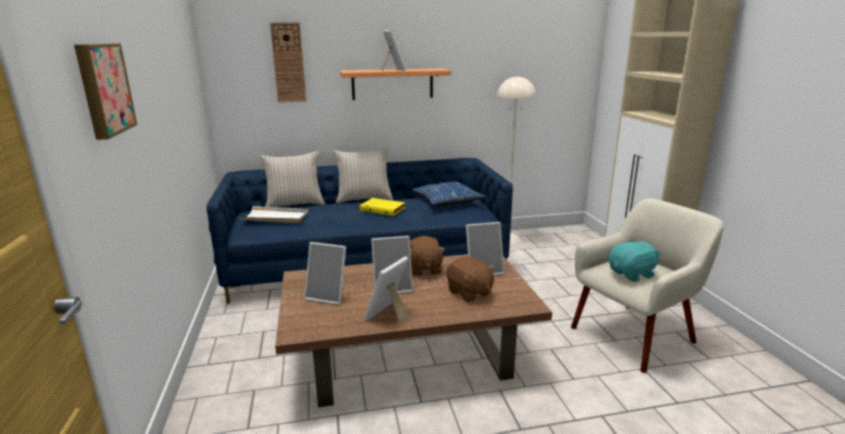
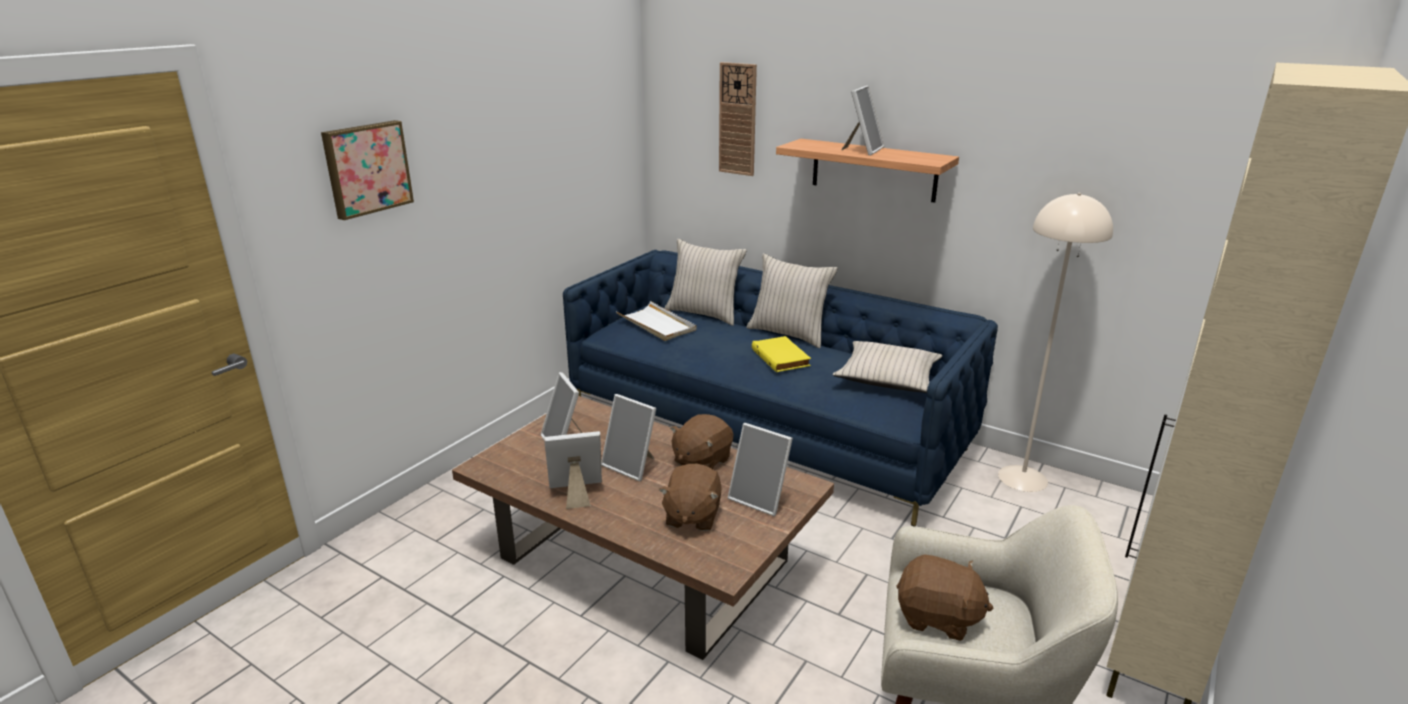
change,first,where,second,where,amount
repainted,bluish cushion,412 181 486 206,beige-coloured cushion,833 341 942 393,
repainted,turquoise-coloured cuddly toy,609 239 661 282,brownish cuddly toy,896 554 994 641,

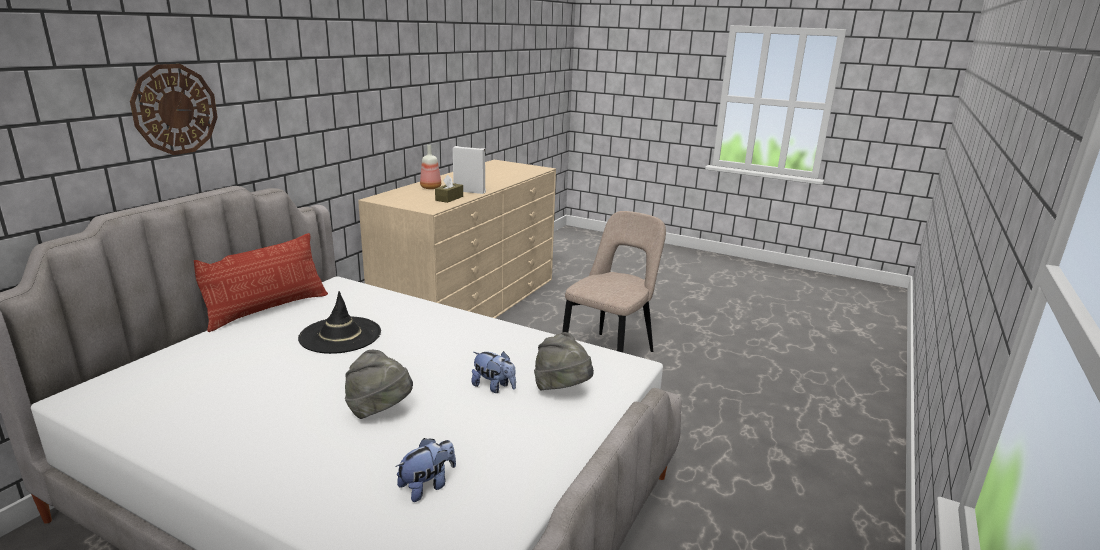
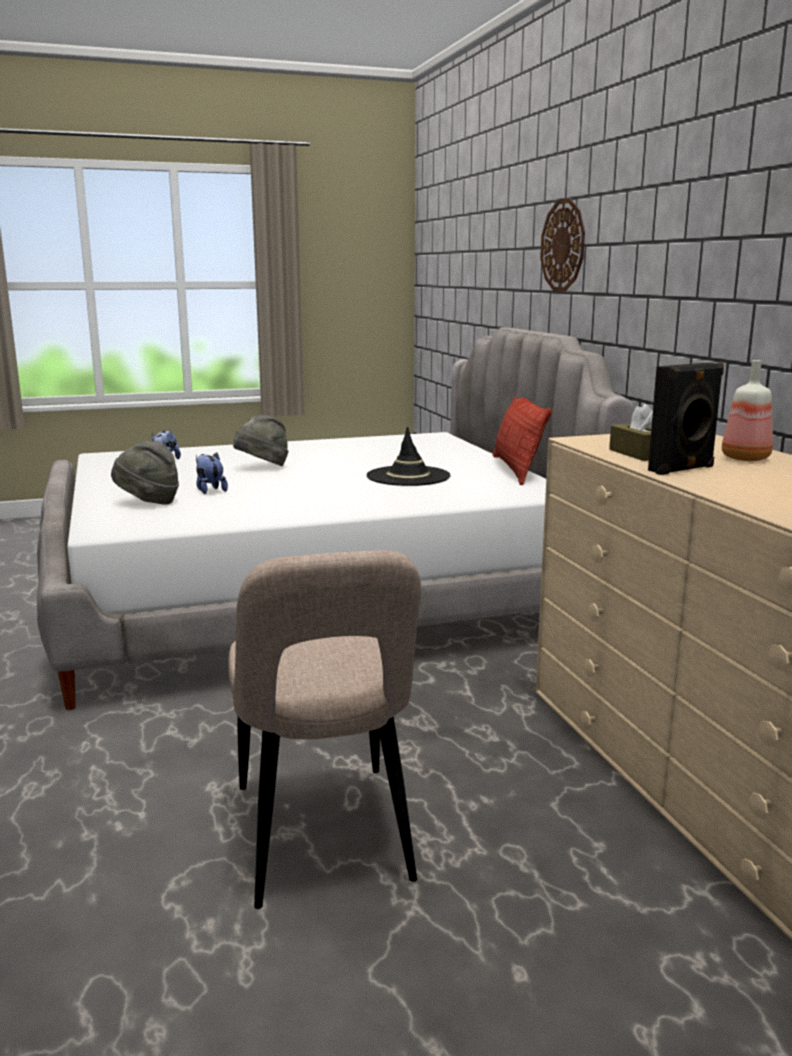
change,first,where,second,where,amount
repainted,white-coloured audio speaker,453 146 486 194,black-coloured audio speaker,648 362 724 475,
rotated,cuddly toy,471 351 516 393,,196 452 228 494,75 degrees clockwise

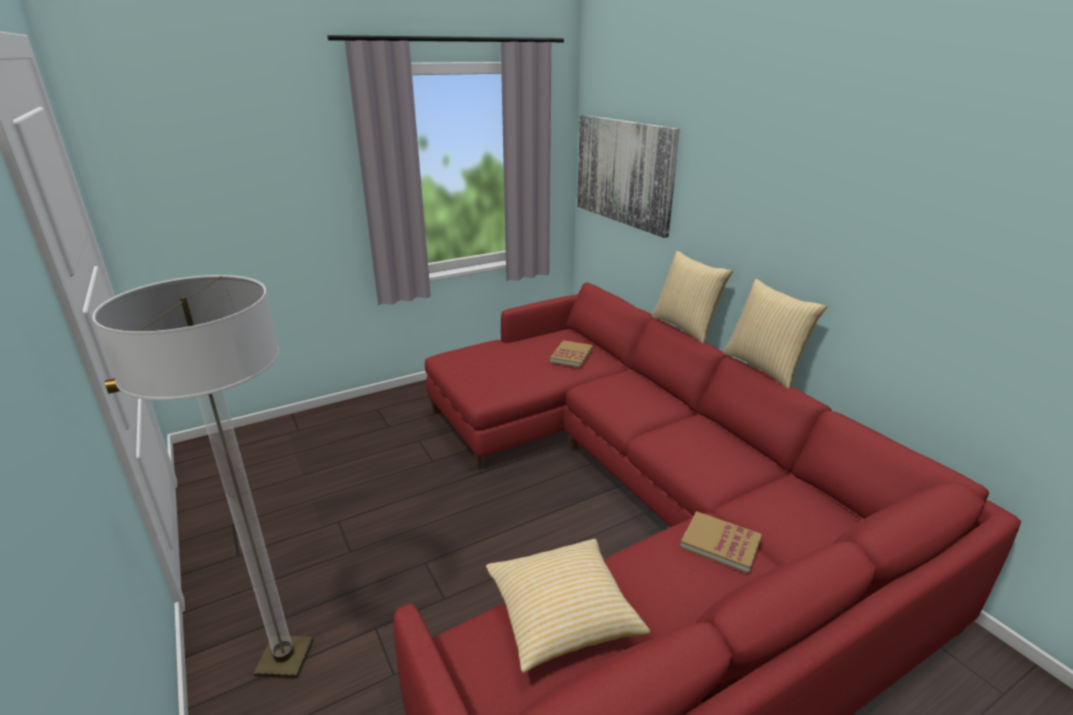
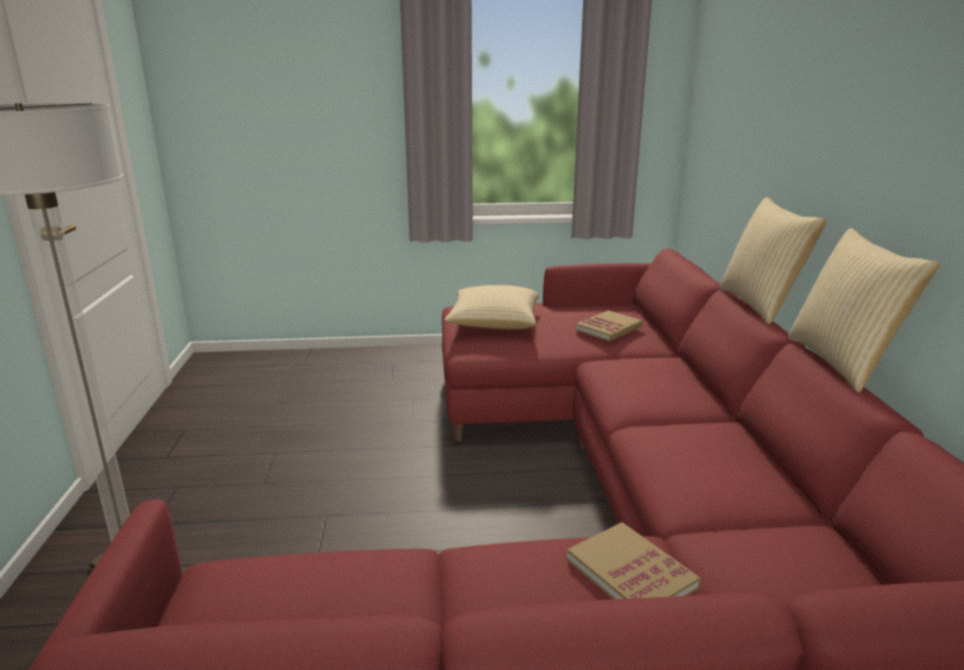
change,first,where,second,where,amount
gone,picture,577 115 680 238,,,
shifted,cushion,486 539 650 673,,444 285 539 330,

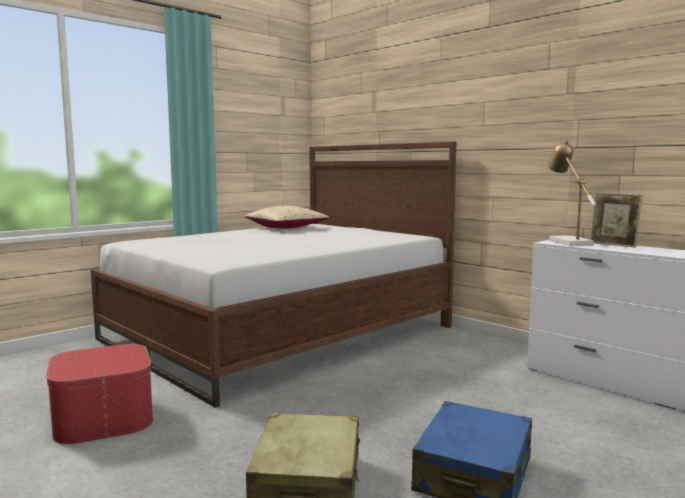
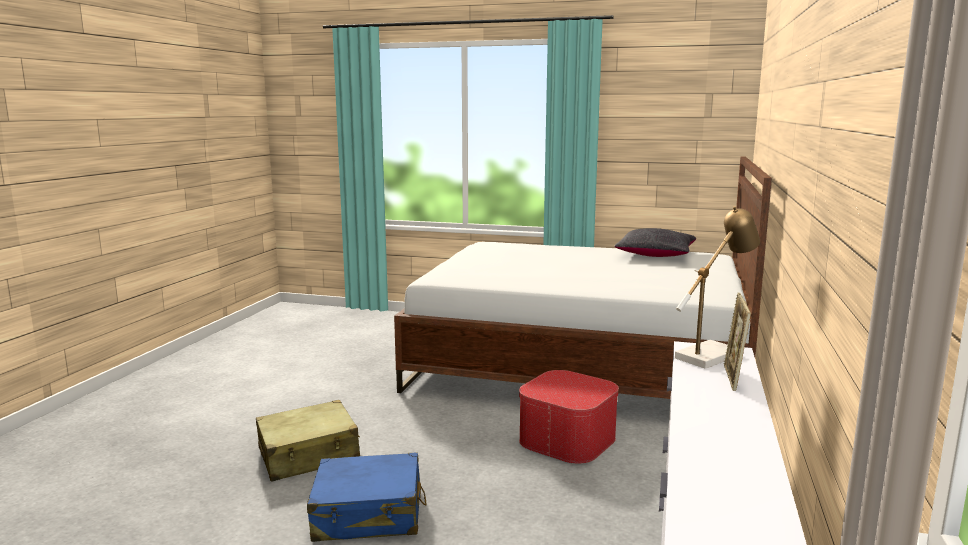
change,first,where,second,where,amount
shifted,ottoman,46 344 153 444,,519 370 619 464,
repainted,beige-coloured cushion,244 206 329 229,black-coloured cushion,614 228 696 257,

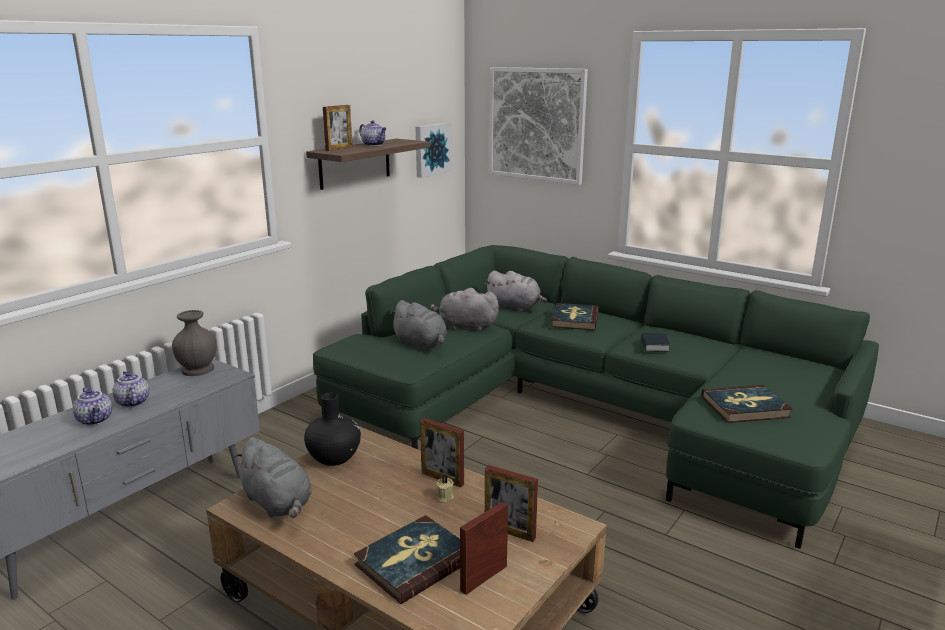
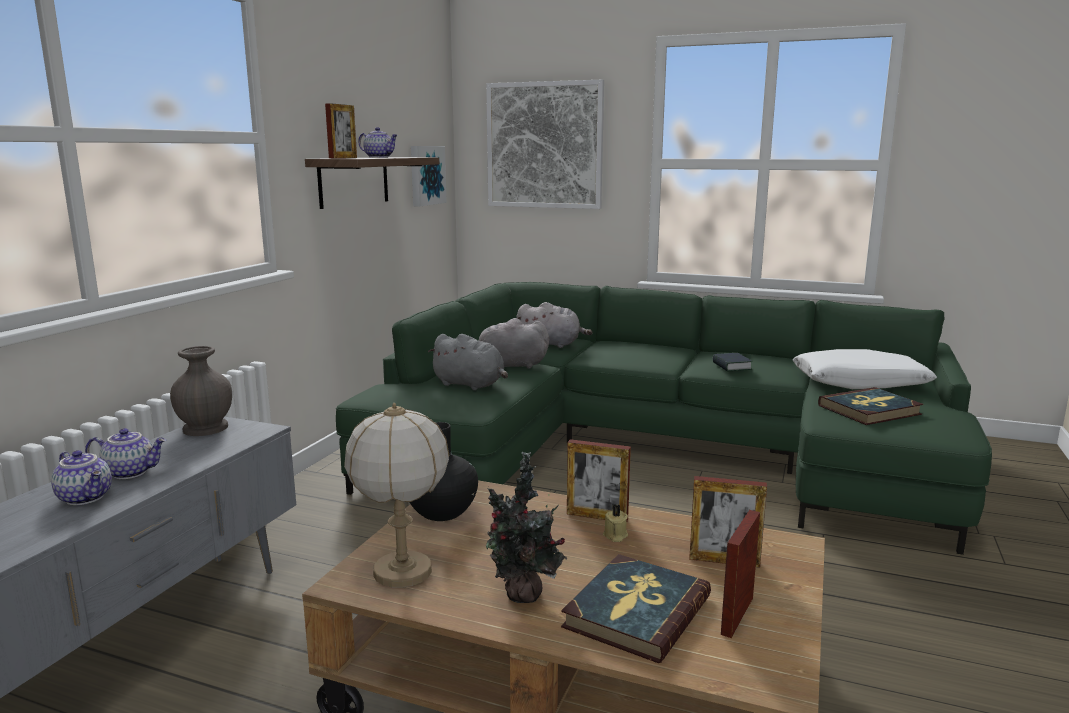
change,first,where,second,where,amount
gone,book,551 303 599 330,,,
new,,,potted plant,486 452 567 603,
new,,,white-coloured cushion,792 349 937 389,
swapped,greyish cuddly toy,234 437 312 518,table lamp,344 403 449 588,
rotated,tea pot,112 371 149 408,,85 428 166 479,135 degrees clockwise

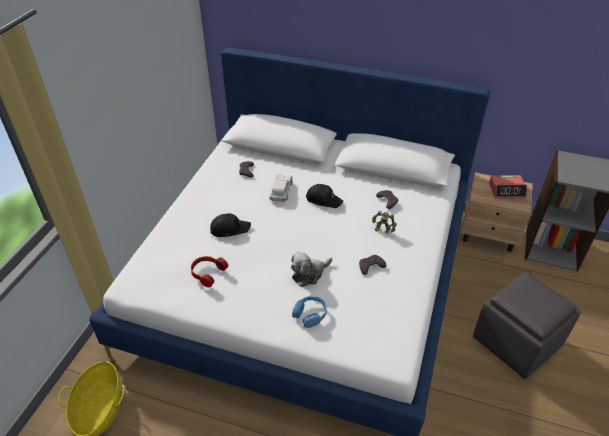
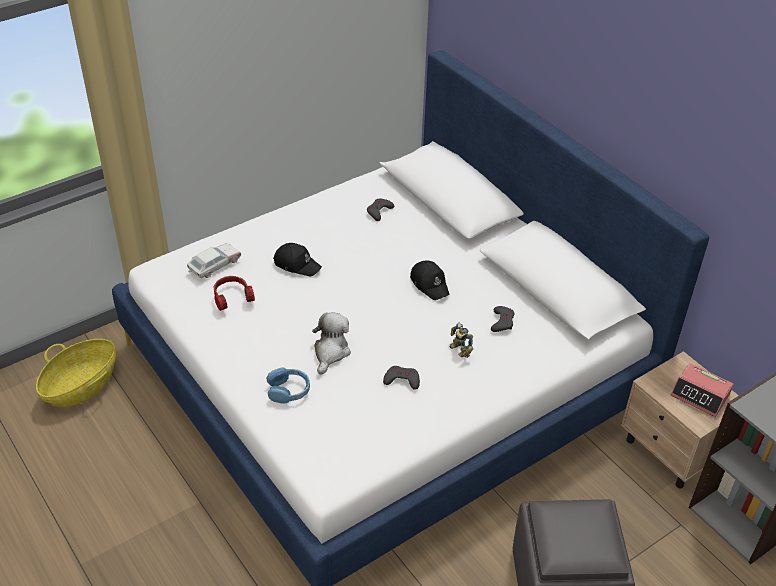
change,first,where,second,where,amount
shifted,miniature car,270 174 293 202,,187 243 241 278,
rotated,cuddly toy,291 252 332 287,,312 312 351 375,105 degrees clockwise

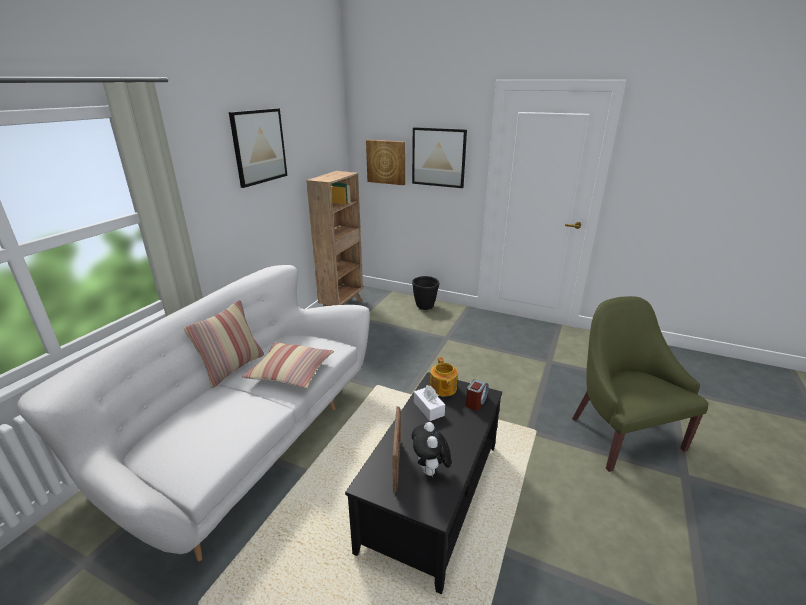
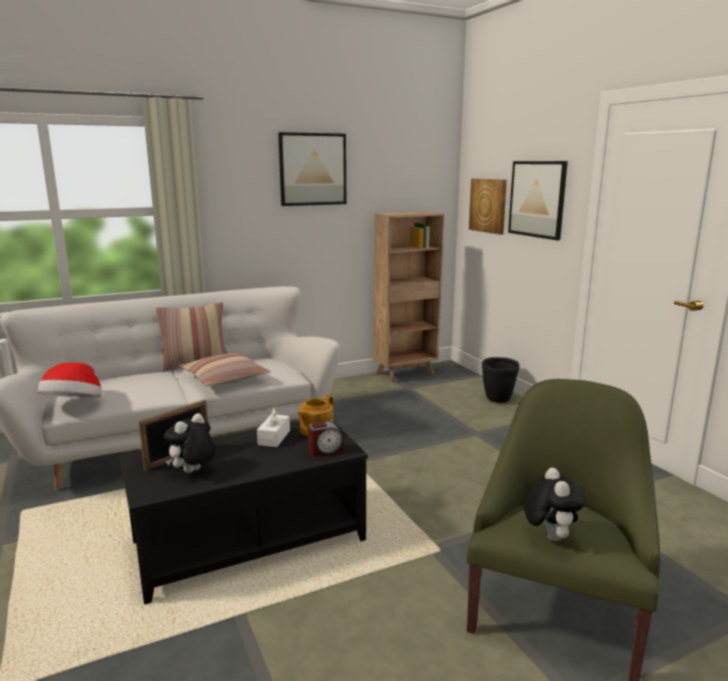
change,first,where,second,where,amount
new,,,wearable hat,37 363 102 397,
new,,,cuddly toy,524 468 585 541,

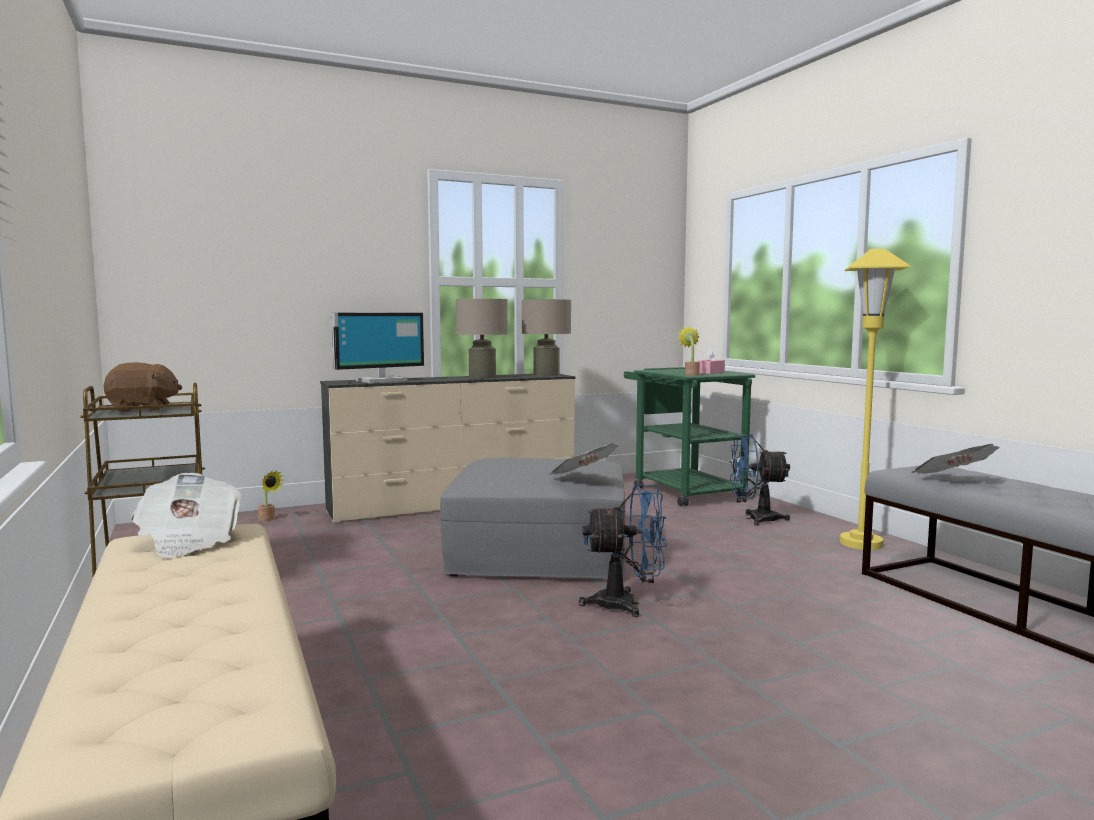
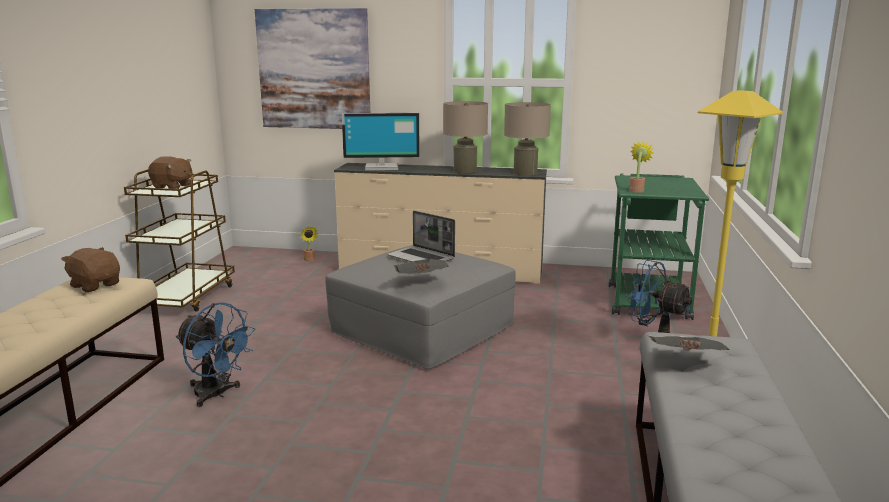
change,first,where,second,where,amount
gone,pink tissue holder,697 348 725 374,,,
new,,,picture,255 8 370 129,
new,,,notebook computer,387 211 455 262,
shifted,bluish cooling fan,579 484 667 617,,175 303 255 407,
swapped,printed paper,131 473 242 558,brownish cuddly toy,61 247 120 292,

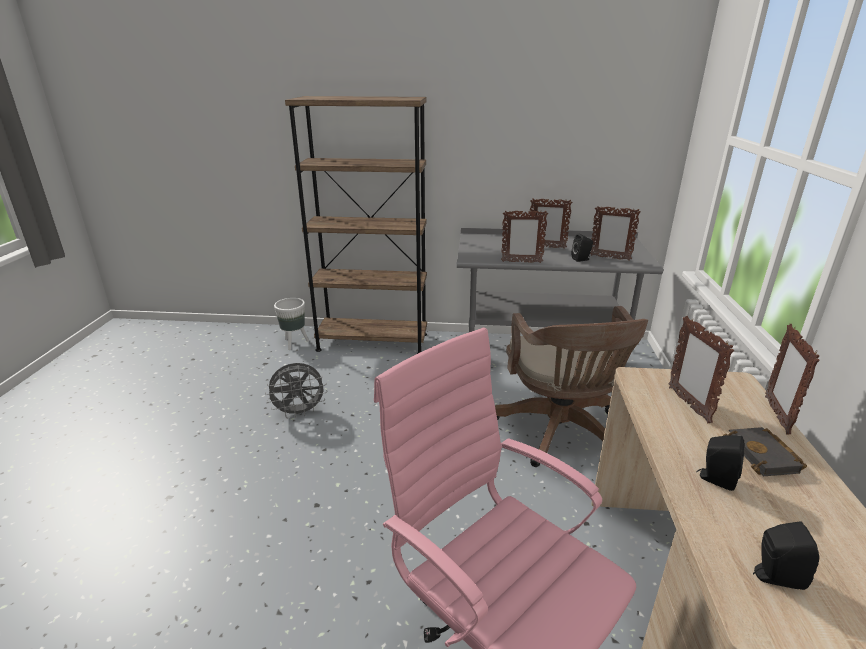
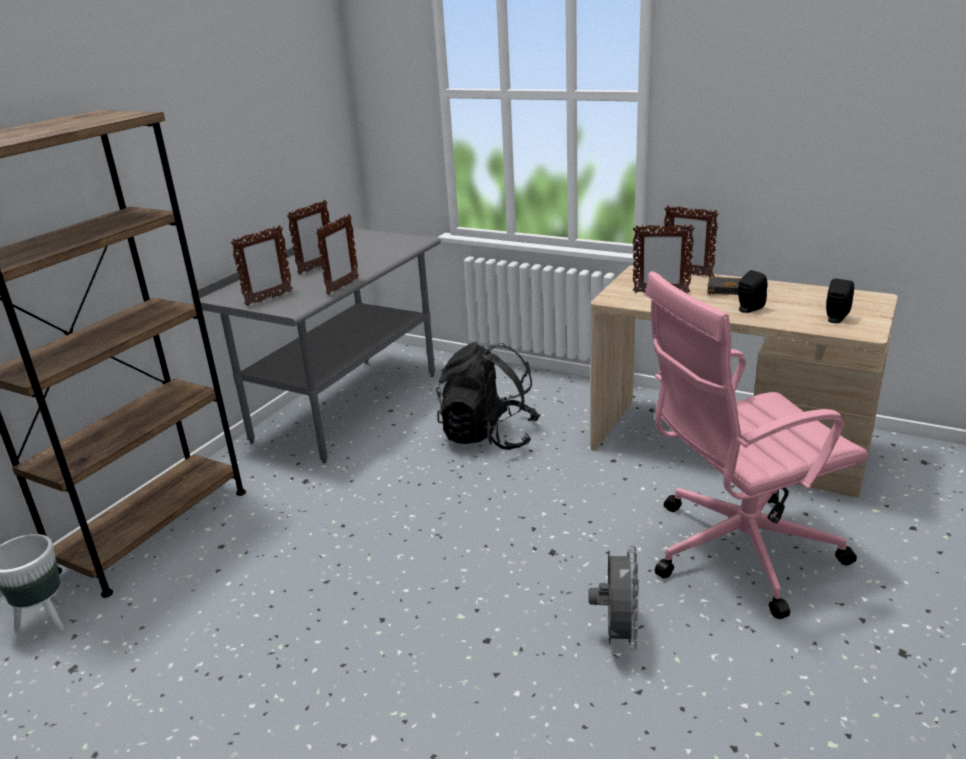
change,first,where,second,where,amount
gone,black-coloured audio speaker,572 234 593 262,,,
shifted,greyish cooling fan,265 363 328 418,,589 545 639 650,
shifted,photo frame,590 206 641 260,,231 225 293 306,
swapped,brownish computer chair,495 306 648 467,black-coloured backpack,436 342 540 450,

